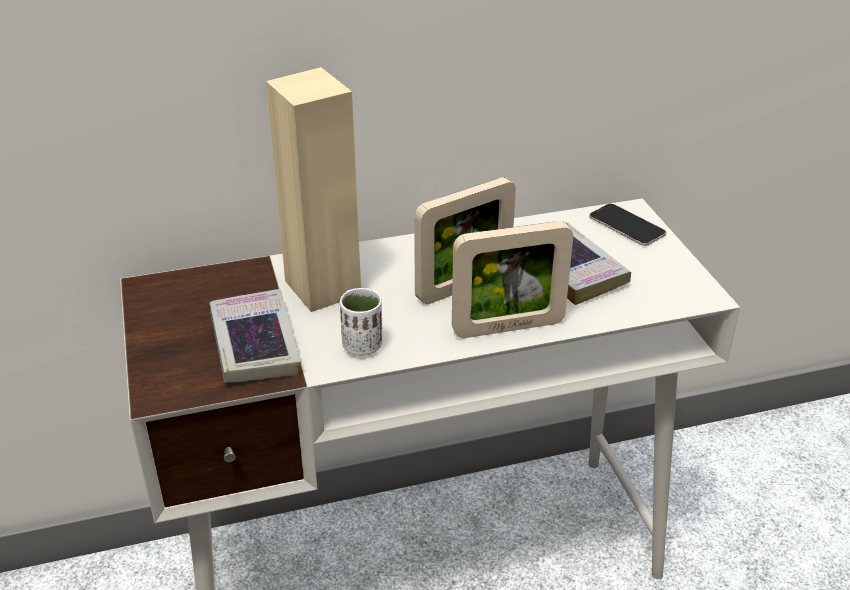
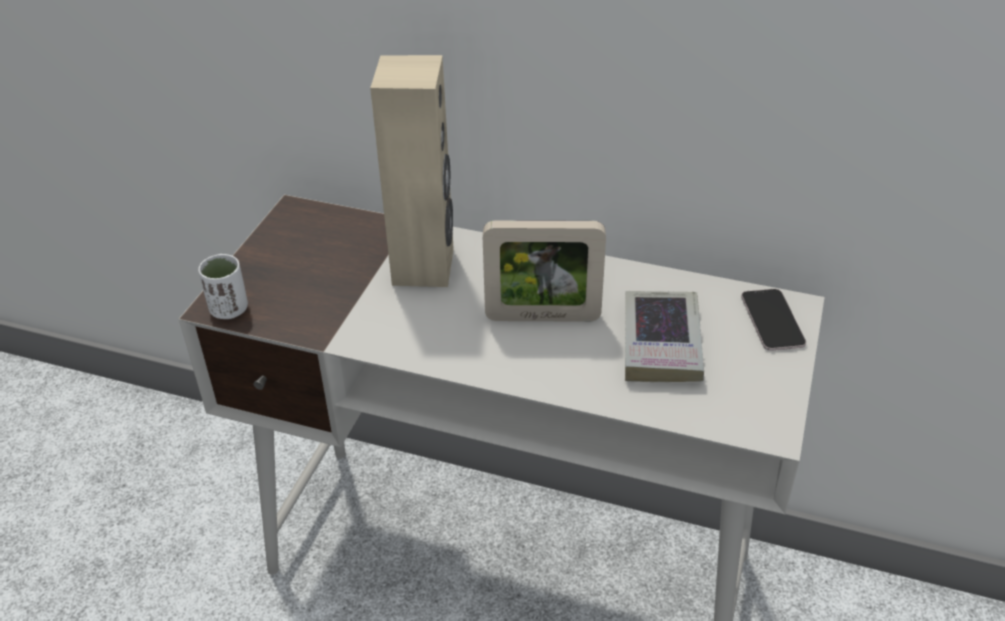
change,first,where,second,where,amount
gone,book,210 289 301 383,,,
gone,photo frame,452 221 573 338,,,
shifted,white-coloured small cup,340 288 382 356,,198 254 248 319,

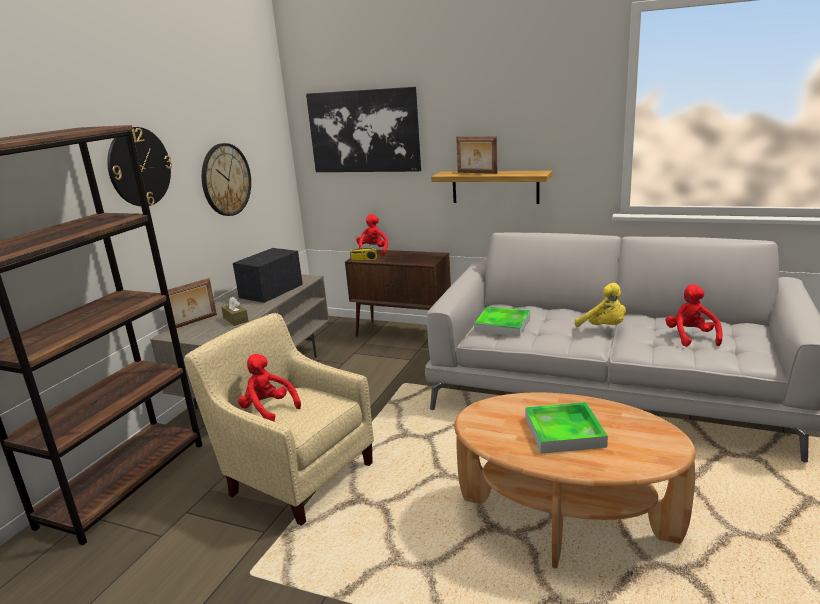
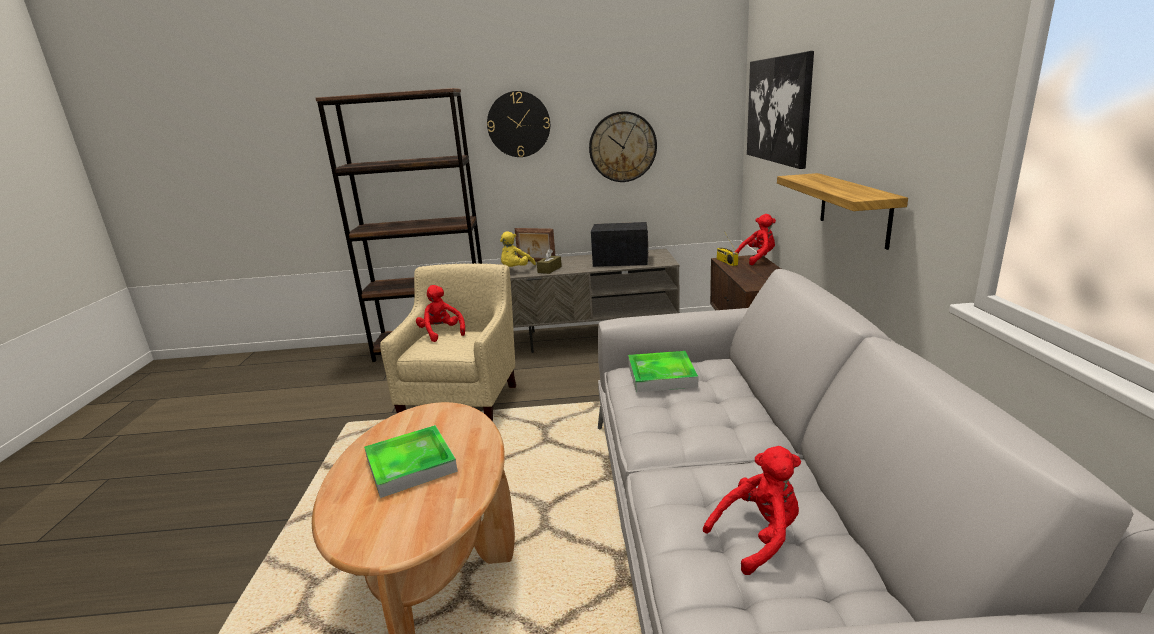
change,first,where,second,where,amount
gone,photo frame,456 136 497 174,,,
shifted,yellow-coloured cuddly toy,575 283 626 327,,500 231 536 267,
rotated,red cuddly toy,238 354 301 421,,416 285 465 342,45 degrees counterclockwise

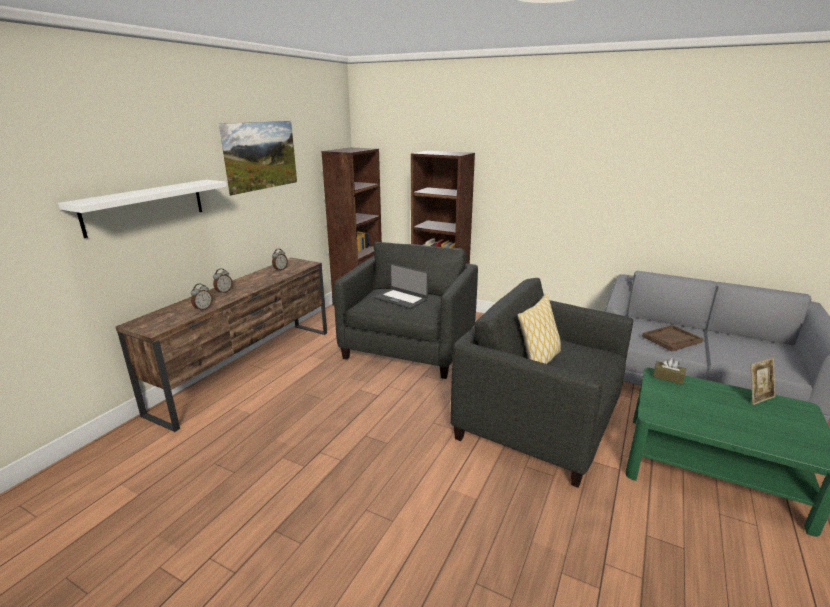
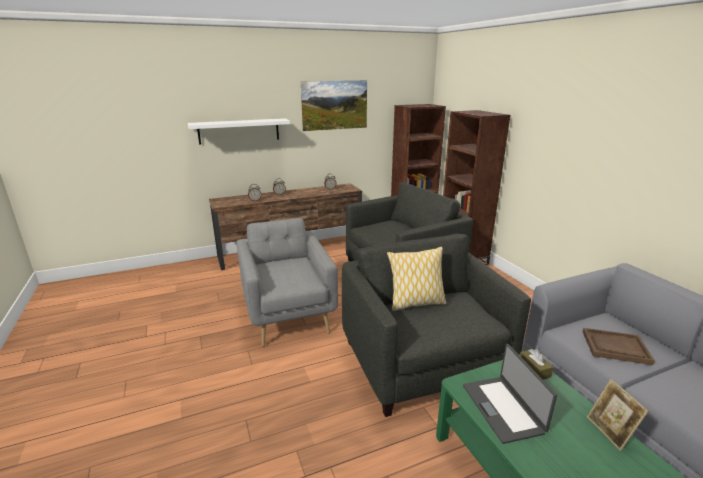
change,first,where,second,where,amount
new,,,greyish easy chair,237 218 338 347,
shifted,notebook computer,374 264 428 309,,463 344 557 444,
rotated,photo frame,751 358 776 405,,587 379 648 451,60 degrees clockwise

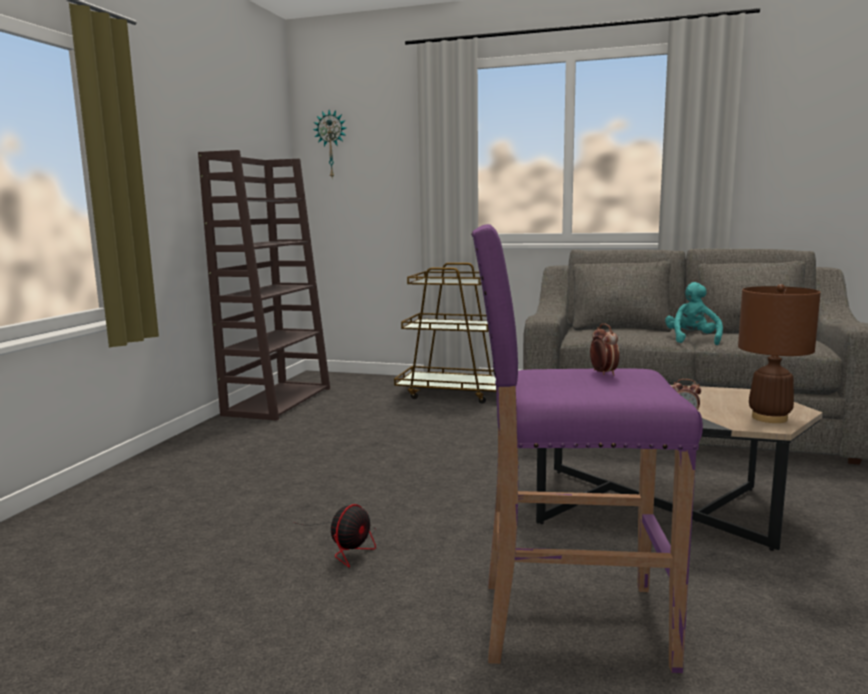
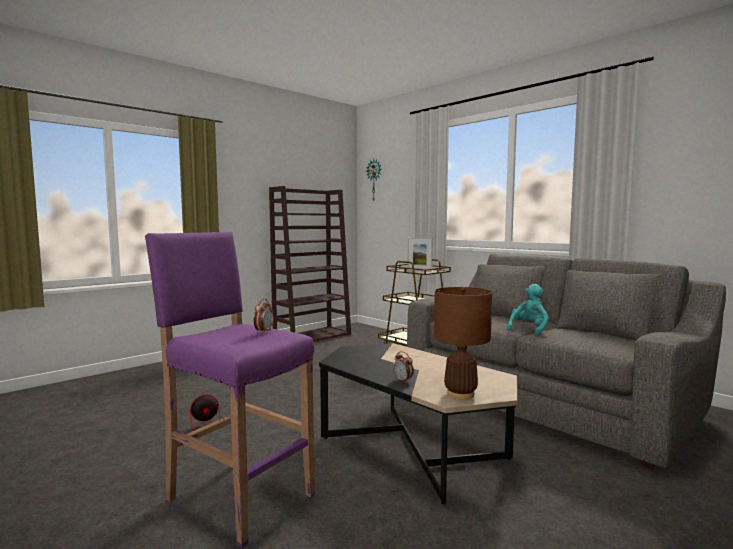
change,first,where,second,where,amount
new,,,photo frame,407 238 432 272,

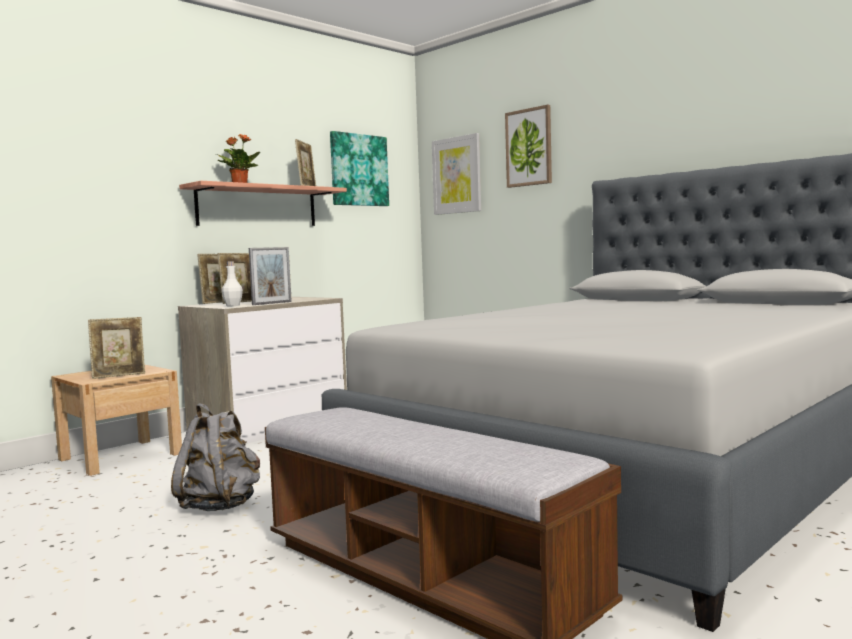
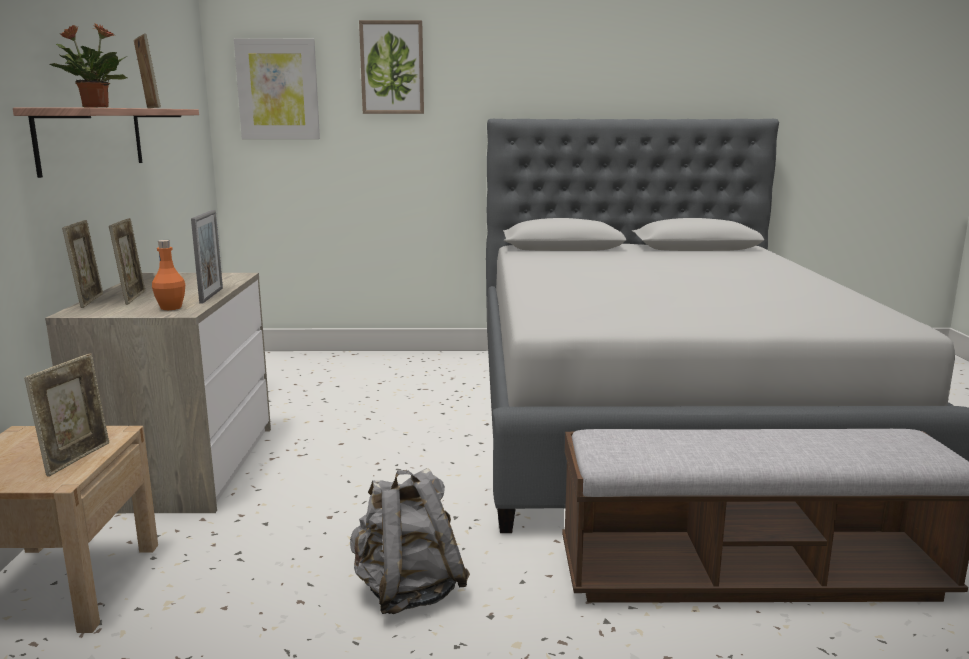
change,first,where,second,where,amount
gone,picture,330 131 389 206,,,
repainted,white-coloured beverage bottle,222 261 243 306,orange beverage bottle,152 240 185 310,

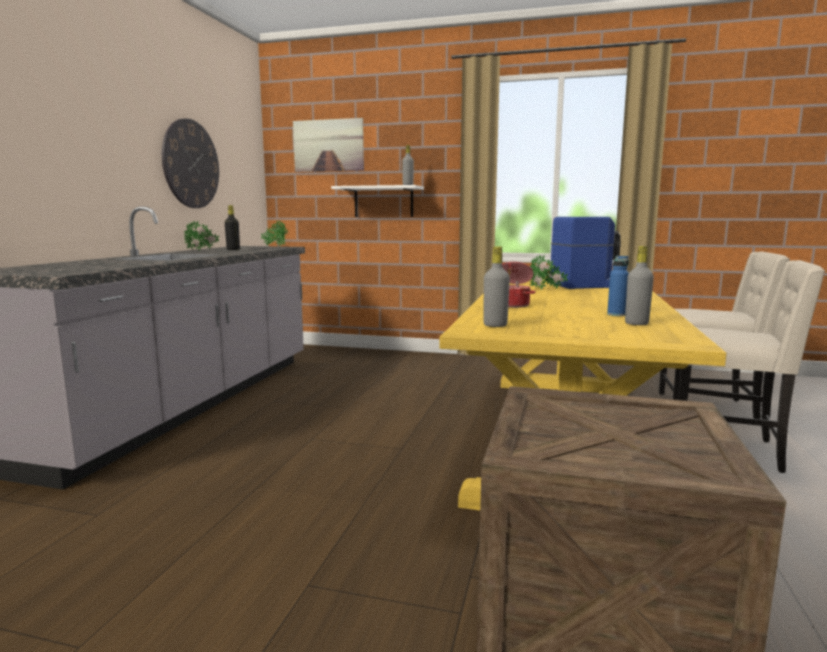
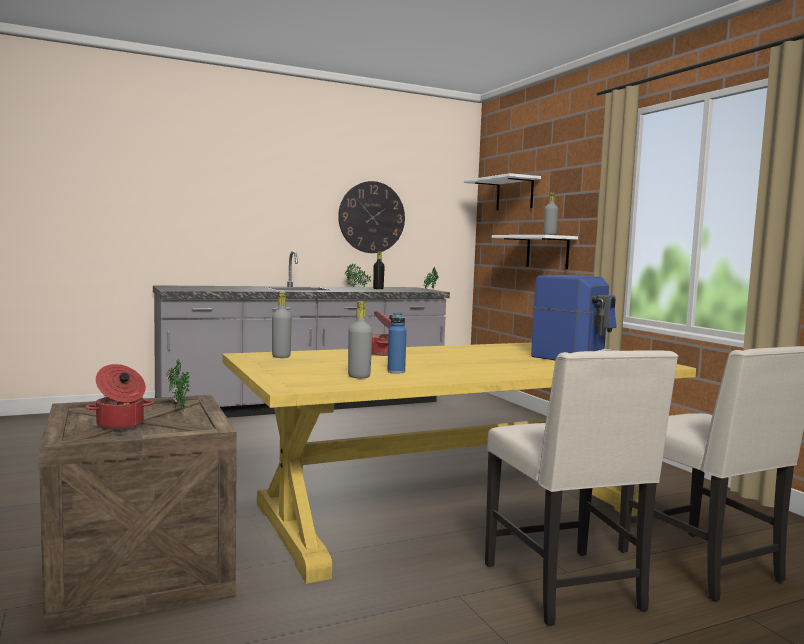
change,first,where,second,where,amount
new,,,cooking pot,86 364 154 429,
shifted,potted plant,530 255 568 290,,166 358 190 410,
swapped,picture,293 118 364 172,white-coloured bracket shelf,464 173 541 210,

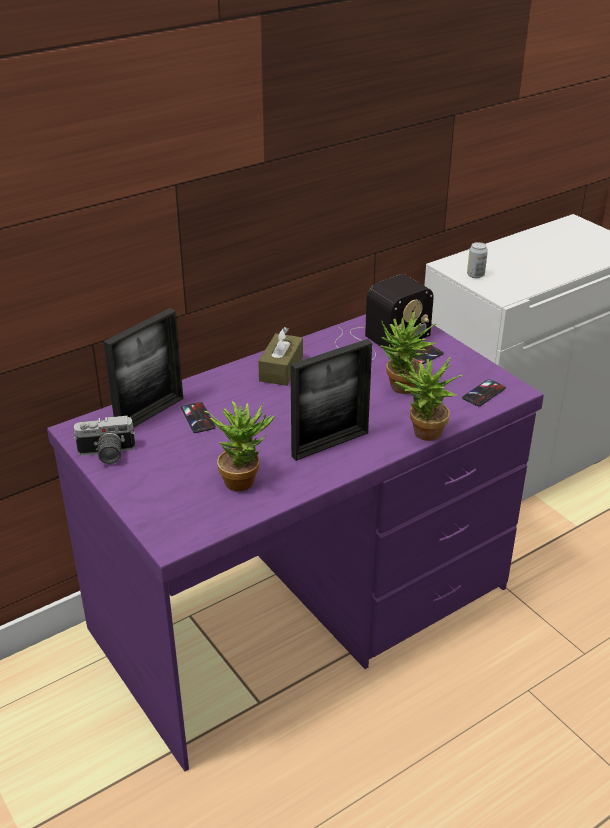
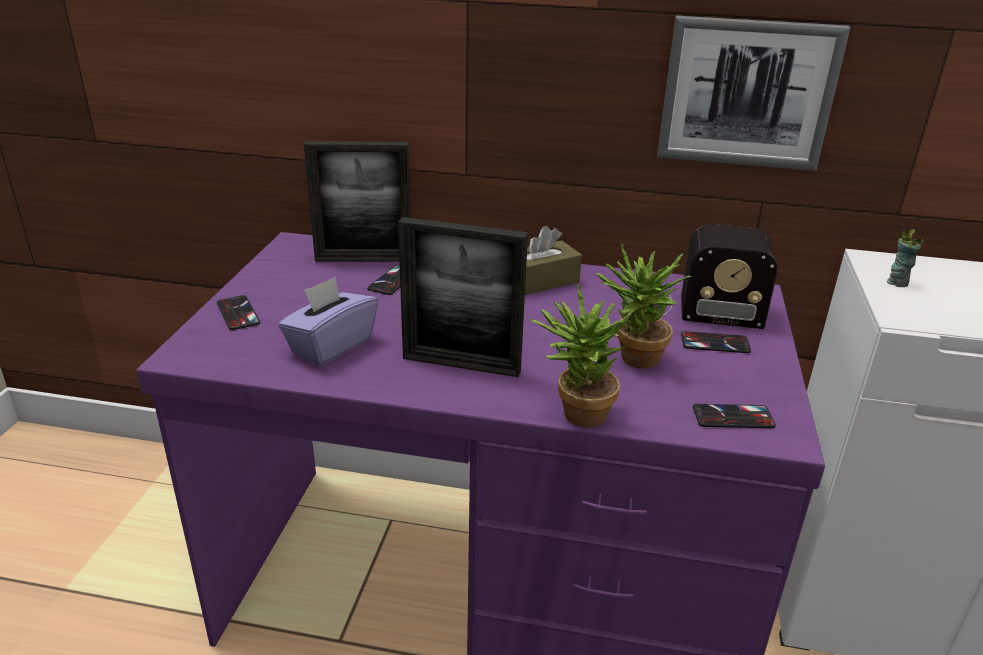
change,first,where,second,where,amount
gone,photo camera,73 416 135 464,,,
new,,,telephone,217 295 260 330,
new,,,picture,657 16 850 171,
swapped,potted plant,204 401 276 491,purplish tissue holder,278 277 378 366,
swapped,can,467 242 488 278,small cup,887 224 924 287,

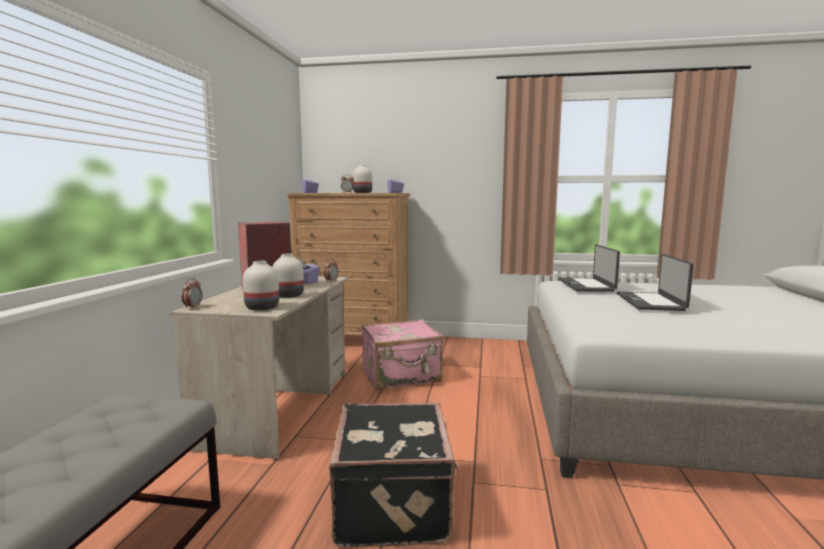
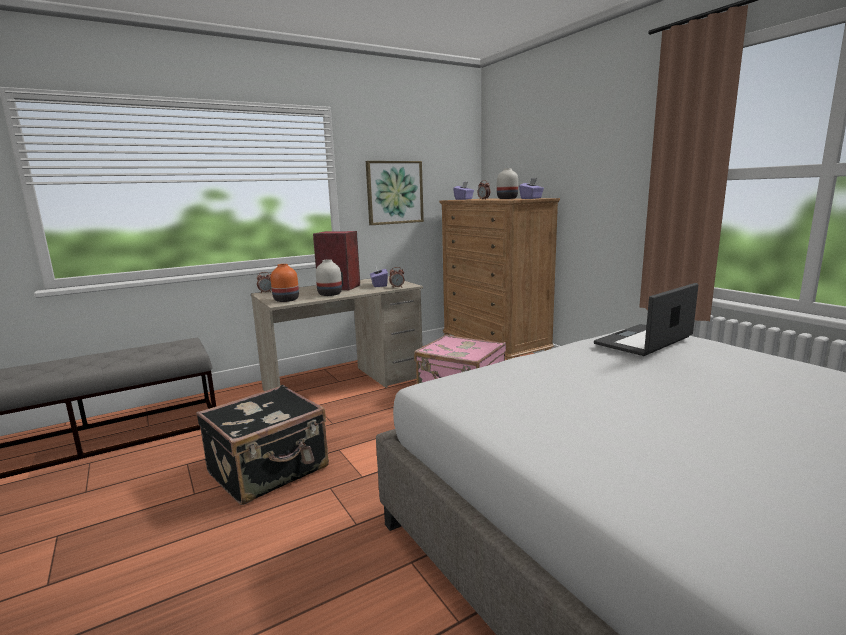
change,first,where,second,where,amount
gone,notebook computer,617 254 694 311,,,
new,,,picture,366 161 424 225,
repainted,white-coloured flower vase,243 261 279 311,orange flower vase,270 264 299 302,

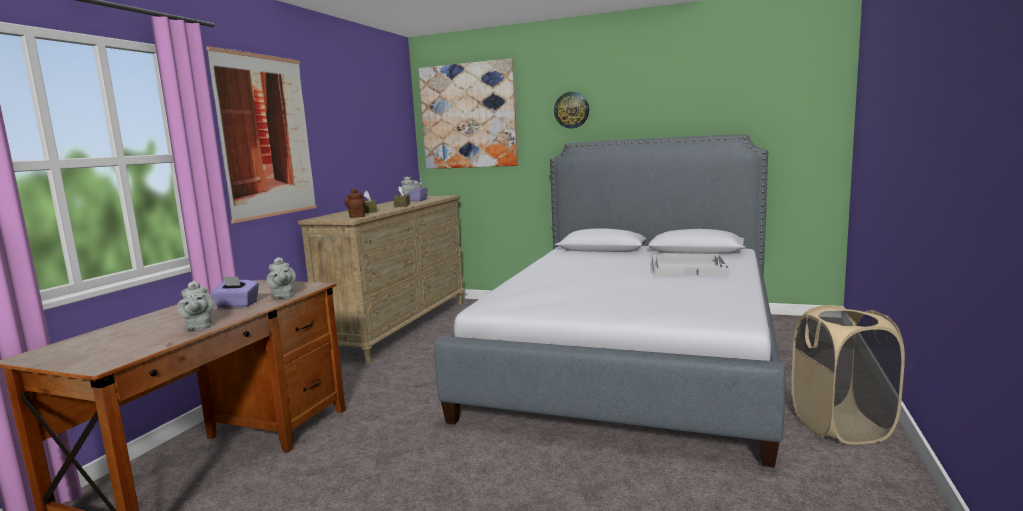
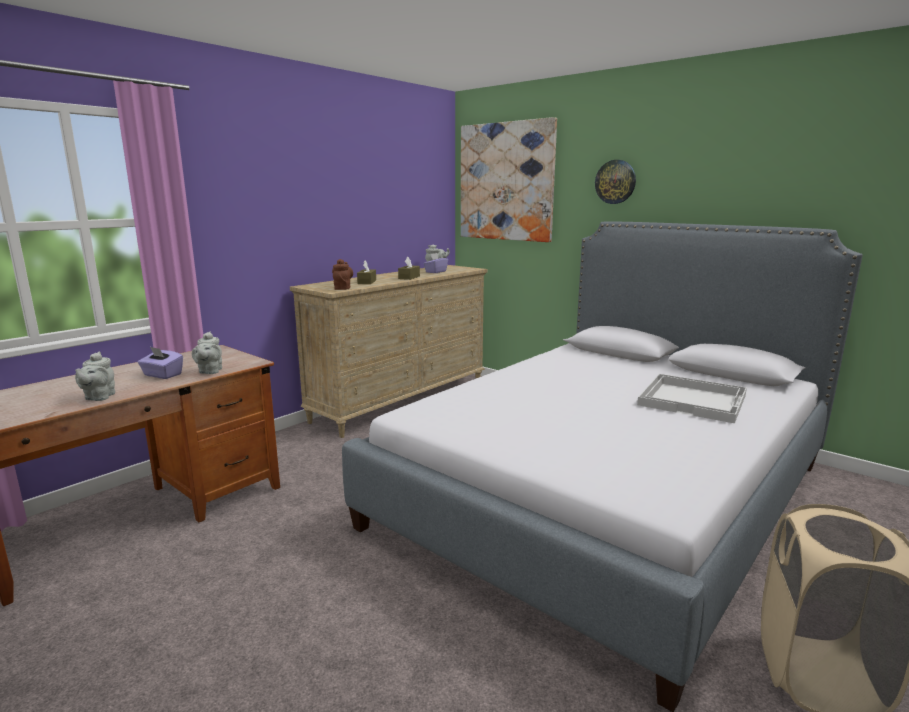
change,first,where,second,where,amount
gone,picture,206 46 317 223,,,

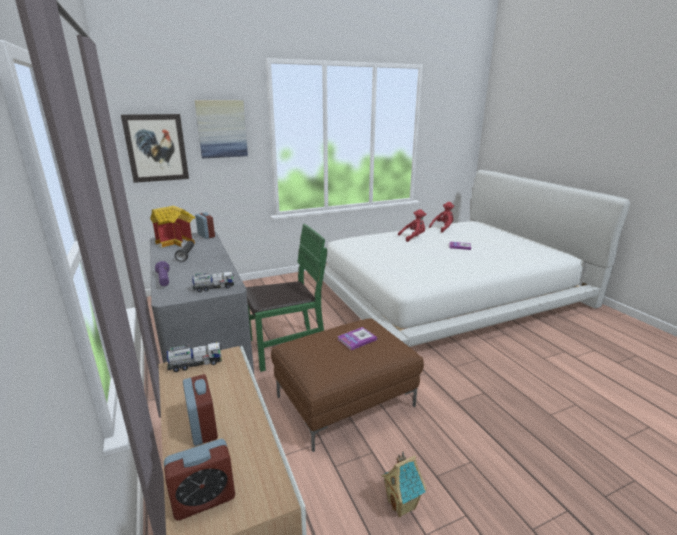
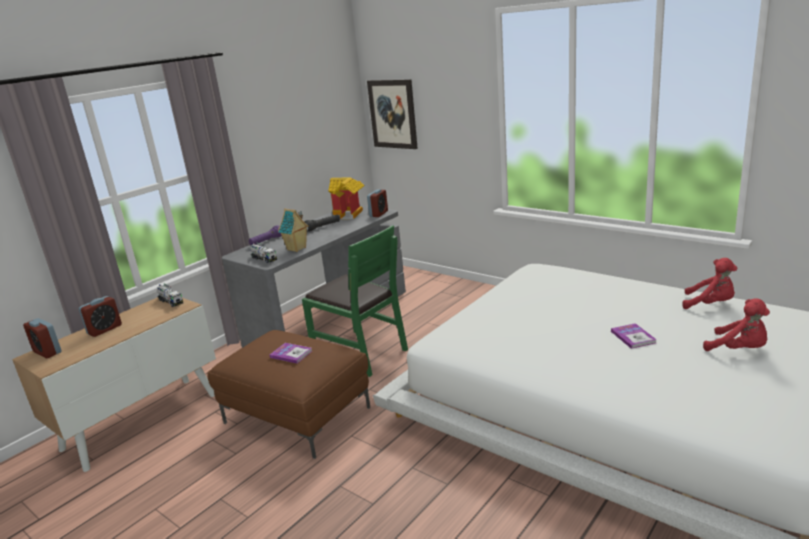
change,first,where,second,where,amount
gone,picture,195 100 248 158,,,
shifted,toy house,381 451 427 517,,278 208 309 252,
shifted,red cuddly toy,398 209 427 242,,703 298 770 351,

